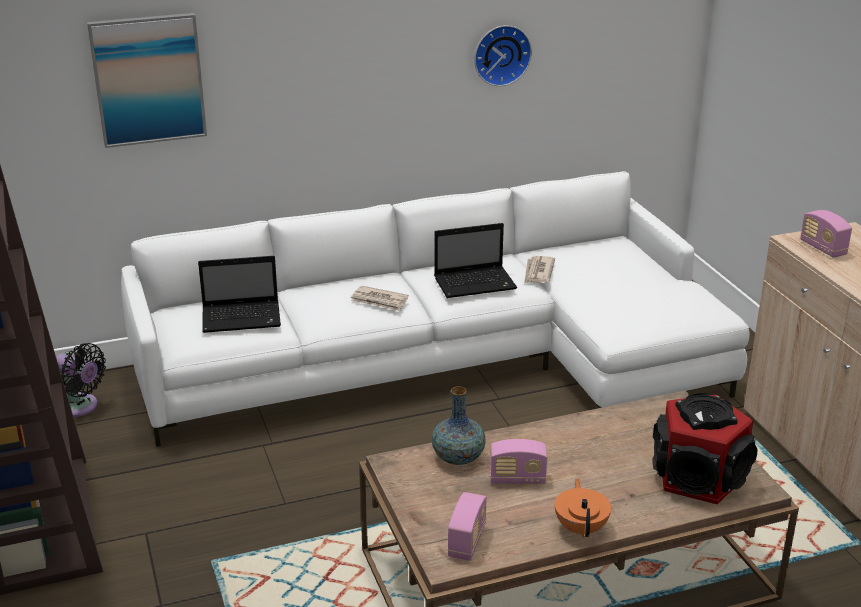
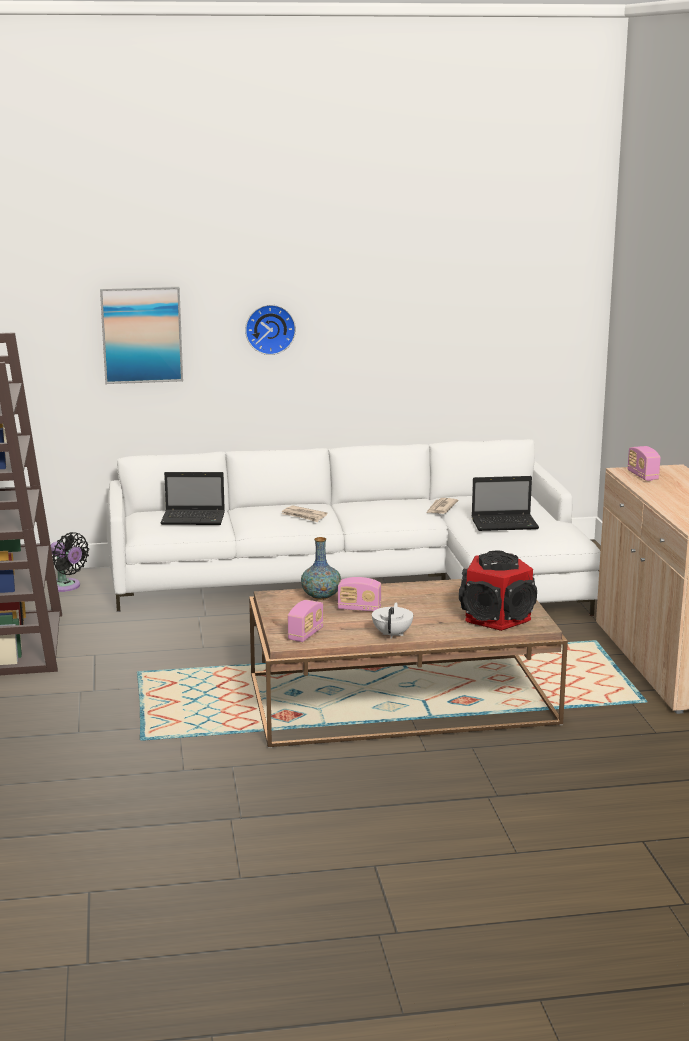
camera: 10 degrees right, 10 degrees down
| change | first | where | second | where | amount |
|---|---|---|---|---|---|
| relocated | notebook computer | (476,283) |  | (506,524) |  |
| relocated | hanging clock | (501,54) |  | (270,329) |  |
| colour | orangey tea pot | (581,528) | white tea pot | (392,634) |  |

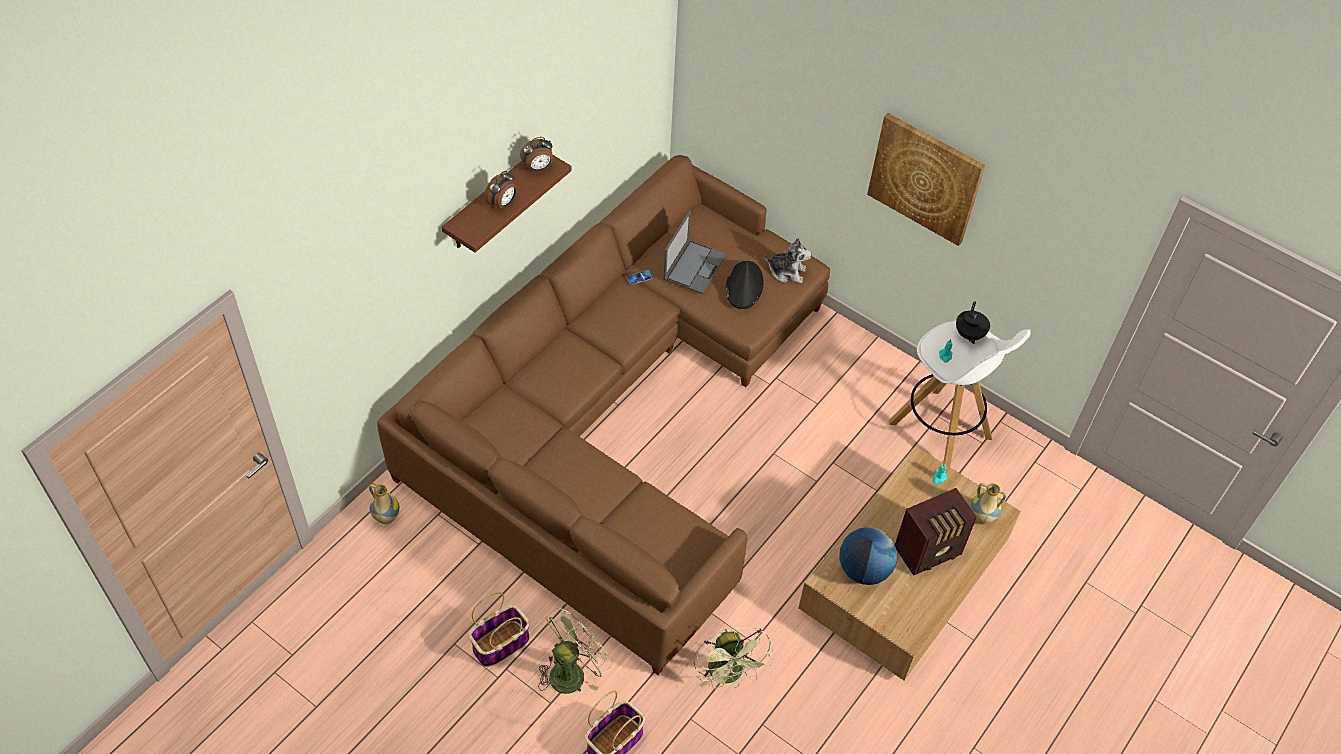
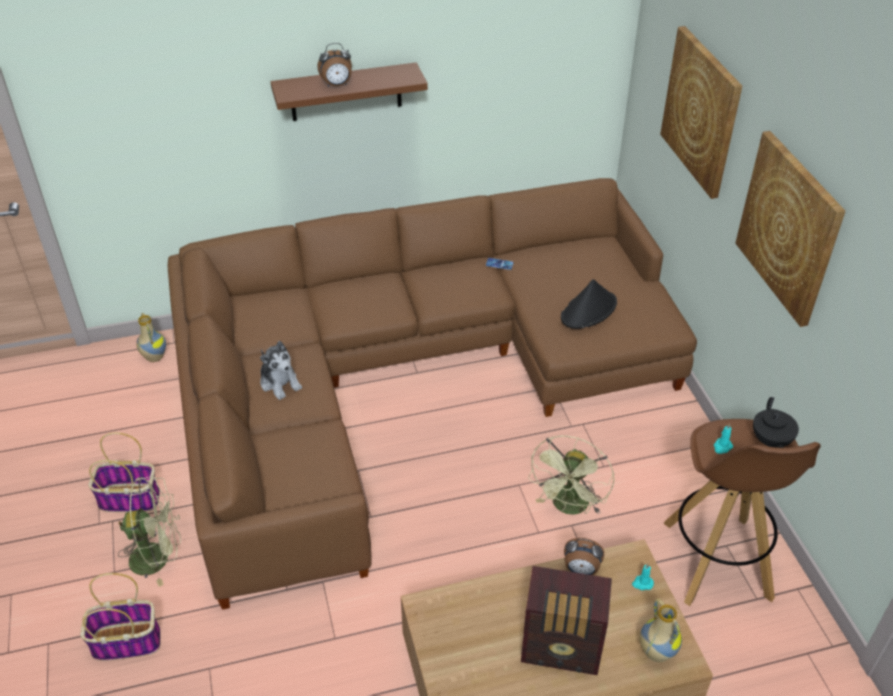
camera: 40 degrees right, 10 degrees down
| change | first | where | second | where | amount |
|---|---|---|---|---|---|
| missing | notebook computer | (694,266) |  |  |  |
| missing | world globe | (863,570) |  |  |  |
| appeared |  |  | picture | (701,111) |  |
| relocated | bedside clock | (538,168) |  | (581,570) |  |
| relocated | green fan | (729,675) |  | (569,507) |  |
| relocated | soft toy | (787,271) |  | (280,382) |  |
| colour | white sitting stool | (941,431) | brownish sitting stool | (717,561) |  |
| spun | black tea pot | (969,335) |  | (770,441) | 45 degrees counterclockwise |

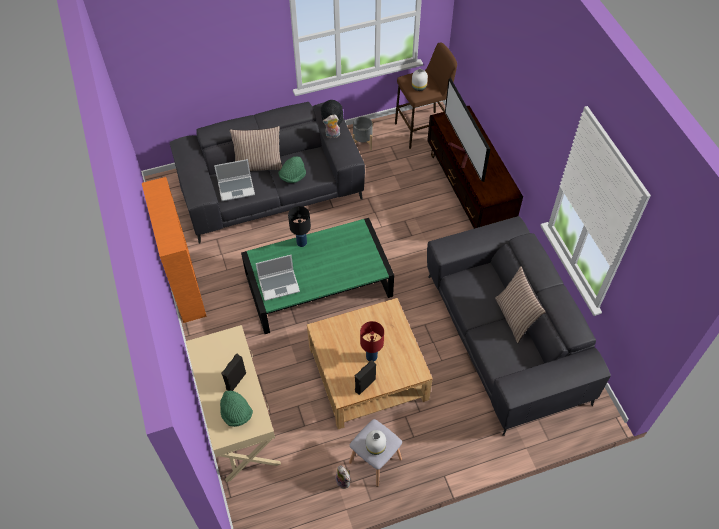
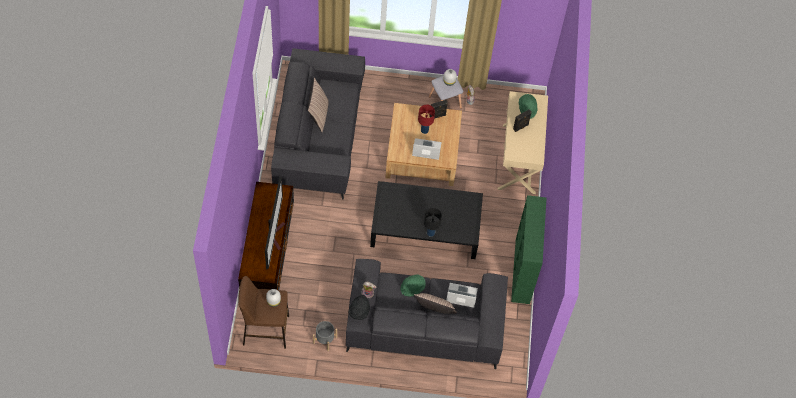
camera: 160 degrees left, 5 degrees up
| change | first | where | second | where | amount |
|---|---|---|---|---|---|
| relocated | notebook computer | (279,285) |  | (426,150) |  |
| colour | orangey bookshelf | (185,283) | green bookshelf | (522,272) |  |
| colour | green coffee table | (319,285) | black coffee table | (425,227) |  |

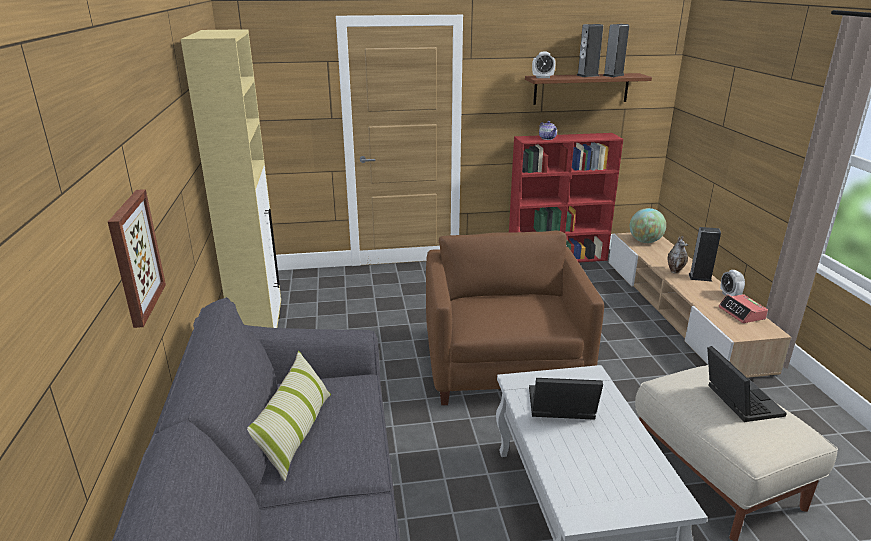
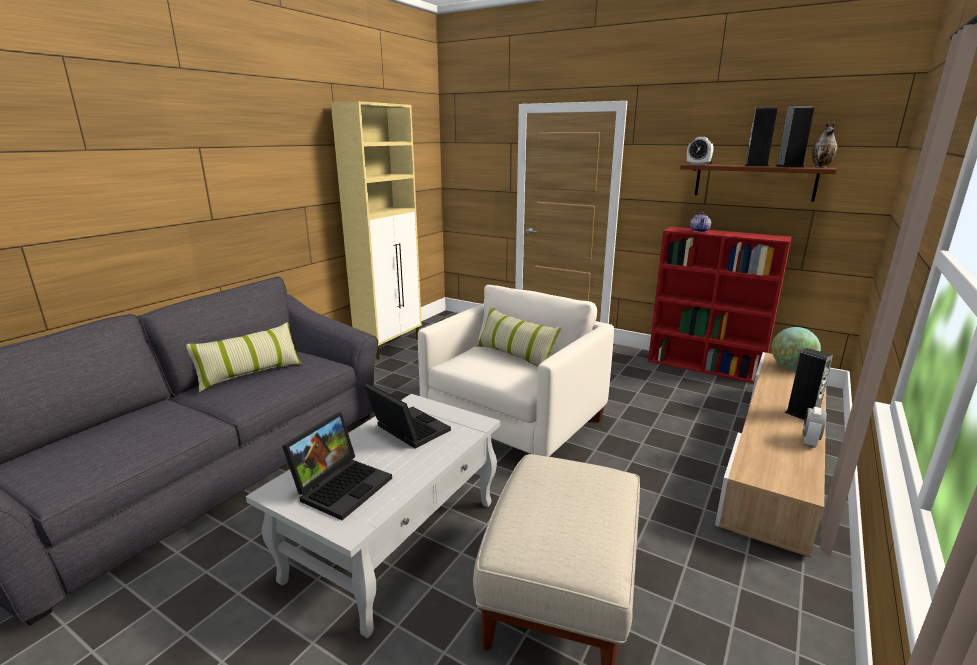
camera: 40 degrees right, 5 degrees down
| change | first | where | second | where | amount |
|---|---|---|---|---|---|
| missing | picture | (134,256) |  |  |  |
| missing | bedside clock | (742,313) |  |  |  |
| appeared |  |  | pillow | (515,355) |  |
| relocated | flower vase | (675,271) |  | (821,167) |  |
| relocated | notebook computer | (737,400) |  | (342,485) |  |
| colour | brownish armchair | (503,366) | white armchair | (514,423) |  |

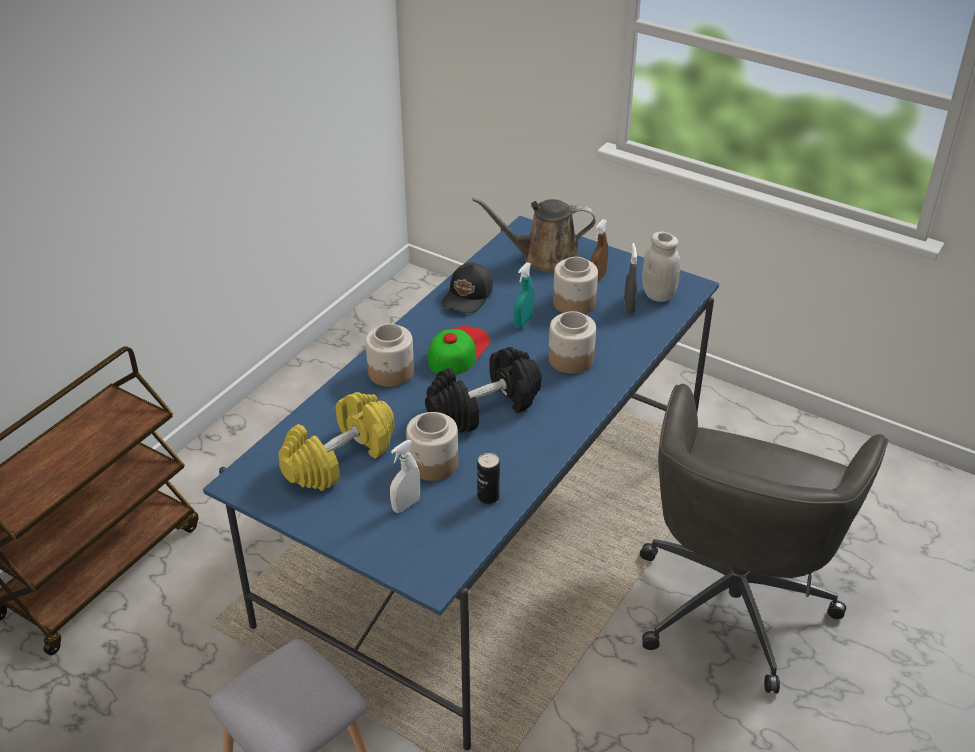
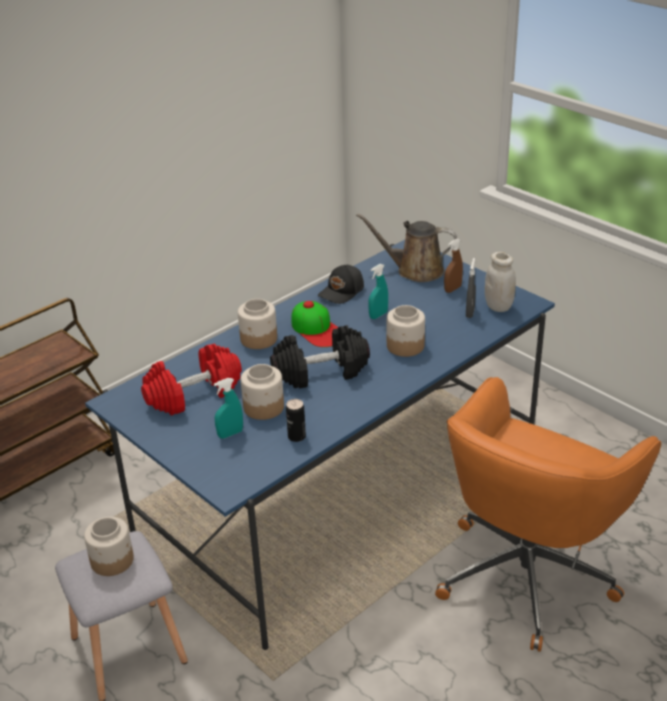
camera: 15 degrees right, 5 degrees down
| change | first | where | second | where | amount |
|---|---|---|---|---|---|
| relocated | jar | (574,303) |  | (112,560) |  |
| colour | yellowish hand weight | (339,458) | reddish hand weight | (194,394) |  |
| colour | white sprayer | (406,505) | turquoise-coloured sprayer | (230,434) |  |
| colour | gray computer chair | (734,600) | orangey computer chair | (528,572) |  |
| spun | peaked cap | (458,350) |  | (317,329) | 105 degrees clockwise |

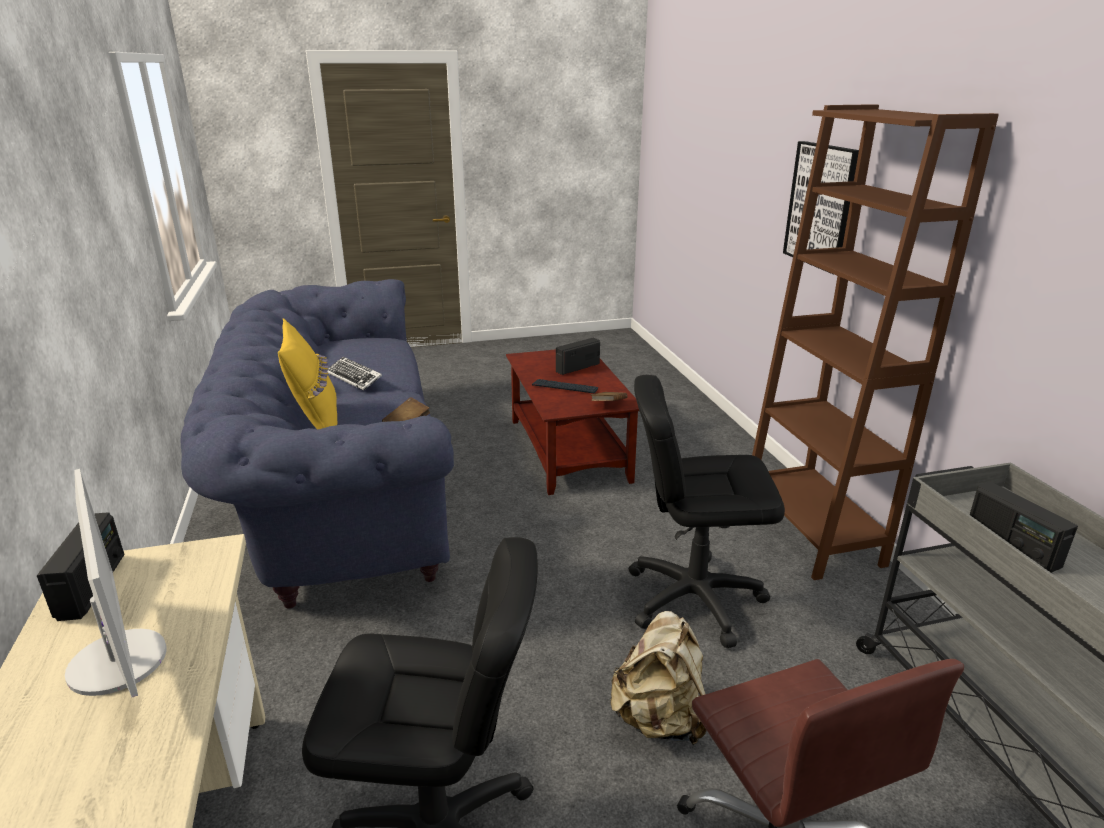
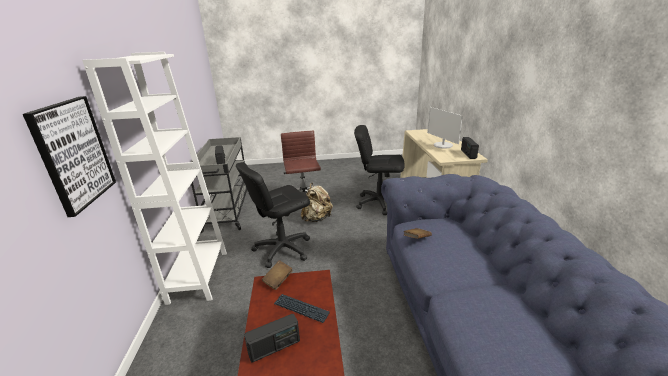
camera: 170 degrees left, 0 degrees up
| change | first | where | second | where | amount |
|---|---|---|---|---|---|
| missing | yellowish pillow | (316,426) |  |  |  |
| missing | PC keyboard | (354,377) |  |  |  |
| colour | brownish bookshelf | (810,532) | white bookshelf | (198,276) |  |
| spun | black computer chair | (693,598) |  | (282,249) | 135 degrees clockwise |

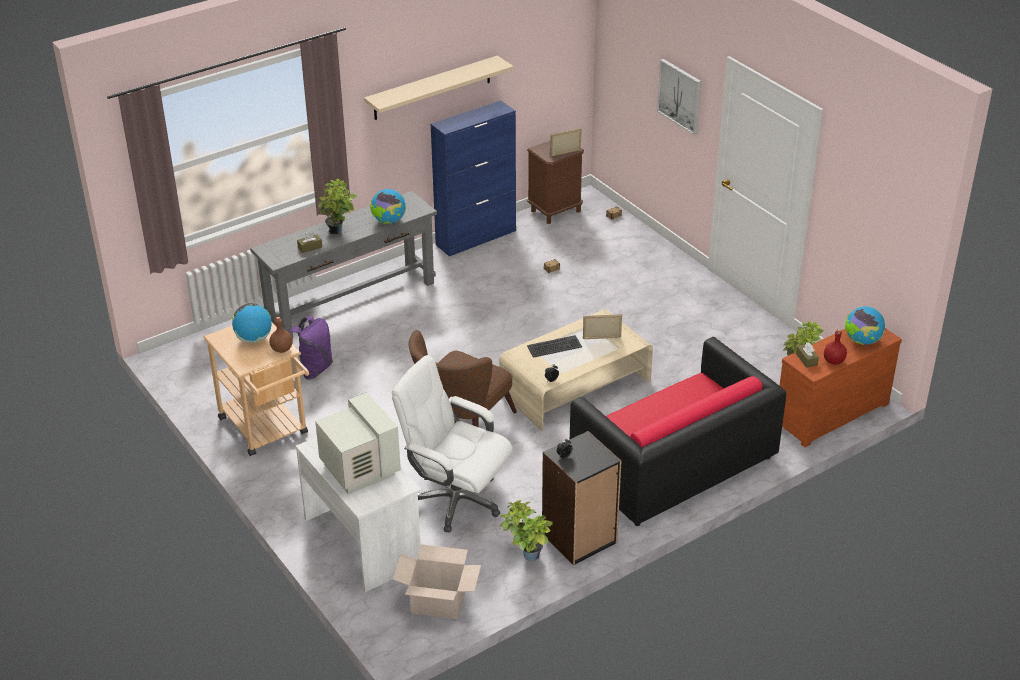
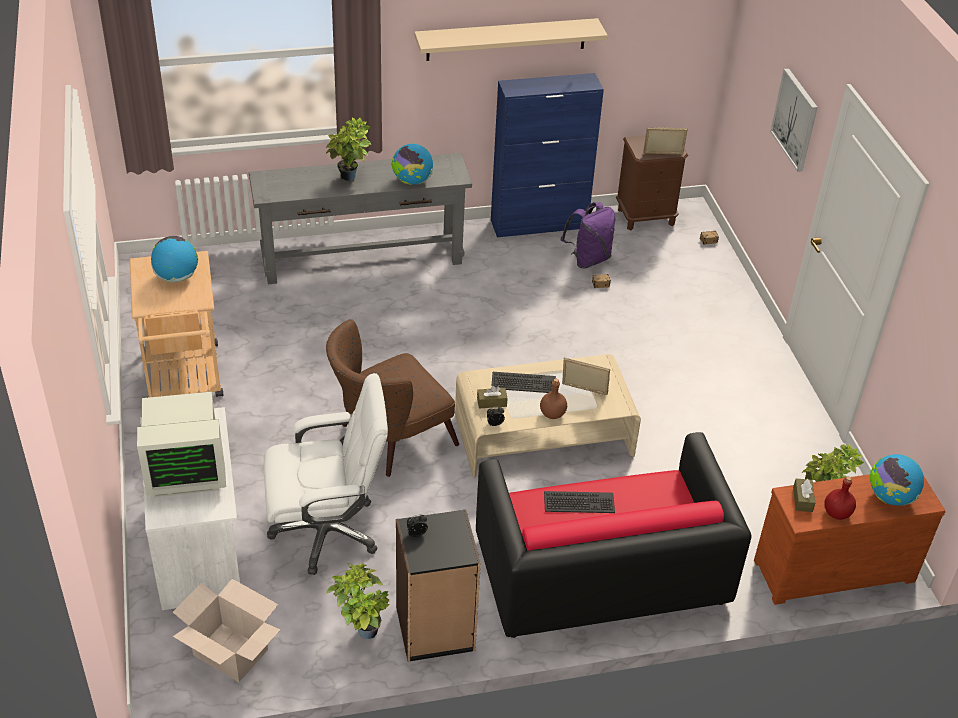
camera: 20 degrees right, 5 degrees up
| change | first | where | second | where | amount |
|---|---|---|---|---|---|
| appeared |  |  | PC keyboard | (579,503) |  |
| relocated | brownish beverage bottle | (281,349) |  | (552,413) |  |
| relocated | purplish rucksack | (312,369) |  | (588,259) |  |
| relocated | brownish box of tissues | (310,247) |  | (491,402) |  |
| spun | computer screen | (358,470) |  | (185,470) | 90 degrees clockwise |
| spun | white computer chair | (455,500) |  | (327,531) | 120 degrees clockwise |

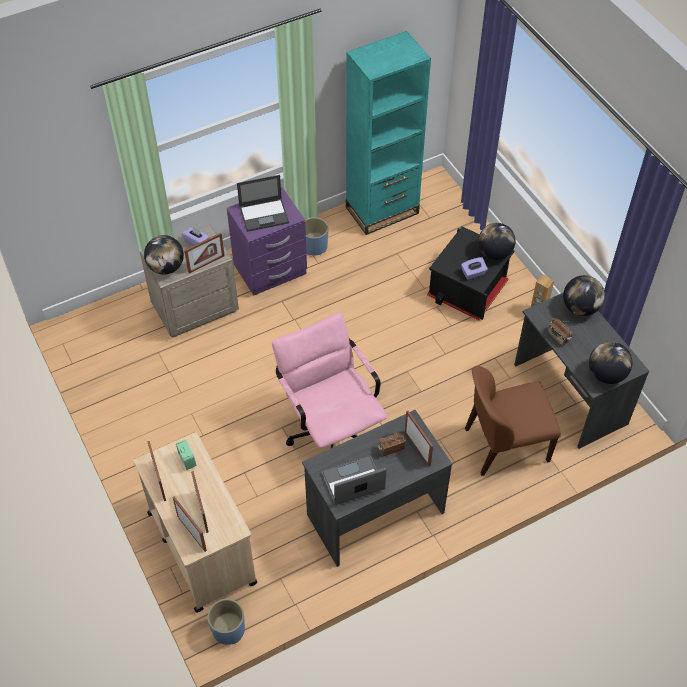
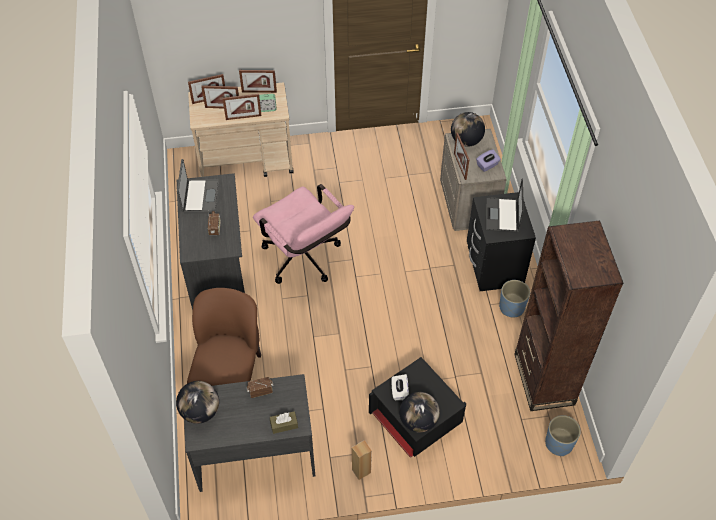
camera: 110 degrees right, 0 degrees up
| change | first | where | second | where | amount |
|---|---|---|---|---|---|
| relocated | blue flower pot | (229,629) |  | (559,443) |  |
| relocated | picture frame | (417,448) |  | (243,117) |  |
| exchanged | world globe | (580,308) | brownish box of tissues | (284,425) |  |
| colour | purplish bedside table | (270,270) | black bedside table | (493,266) |  |
| colour | turquoise-coloured bookshelf | (382,210) | brownish bookshelf | (544,379) |  |
| colour | purplish box of tissues | (473,273) | white box of tissues | (399,391) |  |
| spun | pink computer chair | (330,430) |  | (305,261) | 60 degrees clockwise |

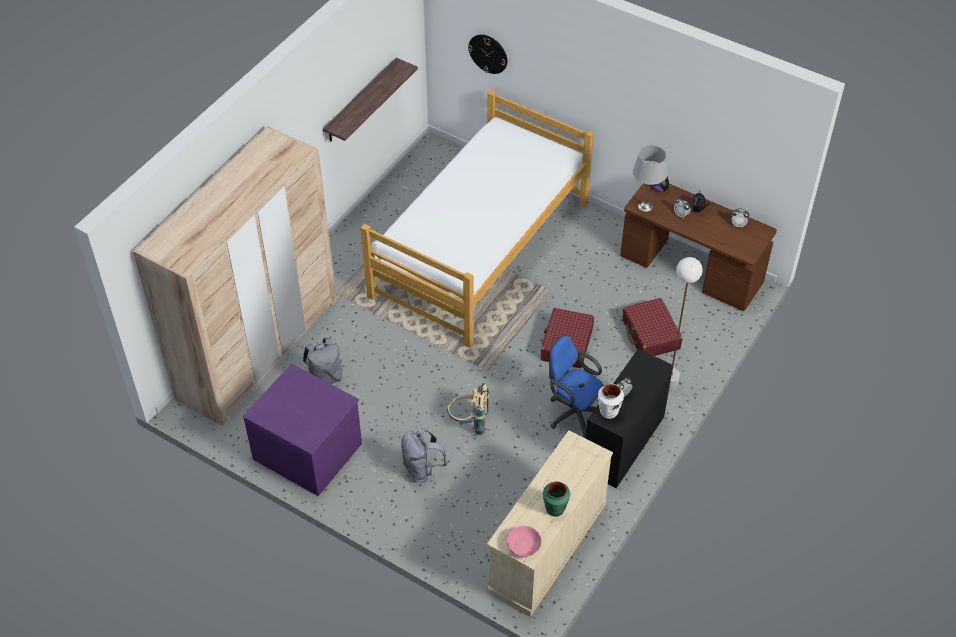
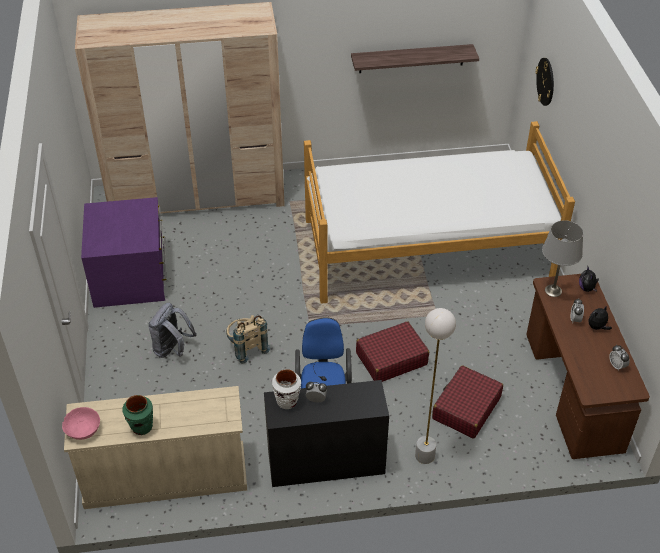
camera: 50 degrees right, 5 degrees down
| change | first | where | second | where | amount |
|---|---|---|---|---|---|
| missing | gray rucksack | (325,377) |  |  |  |

